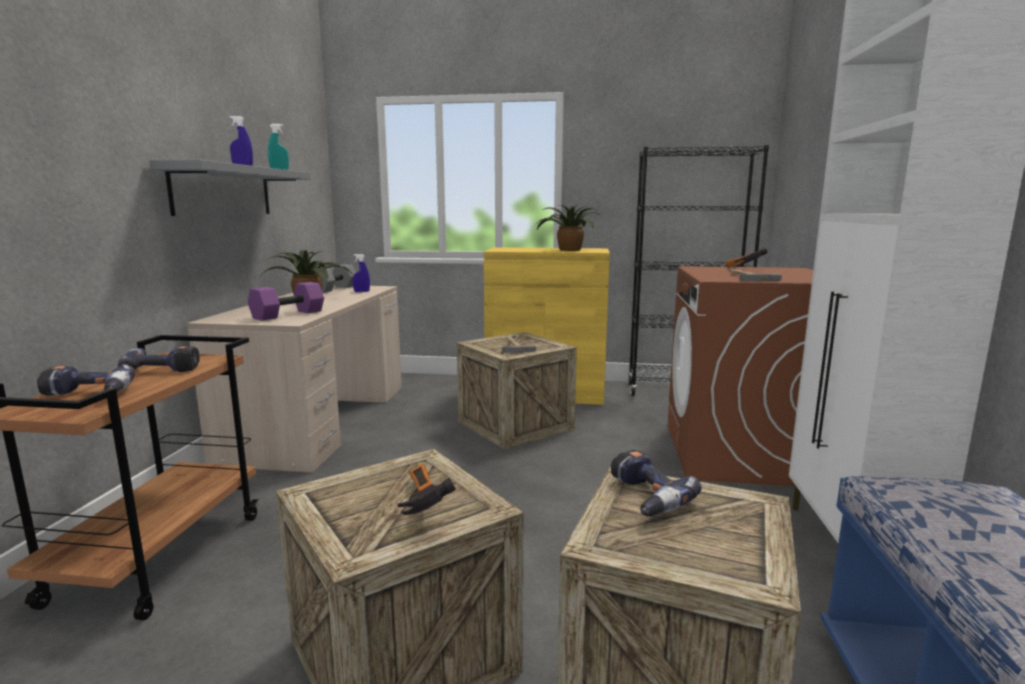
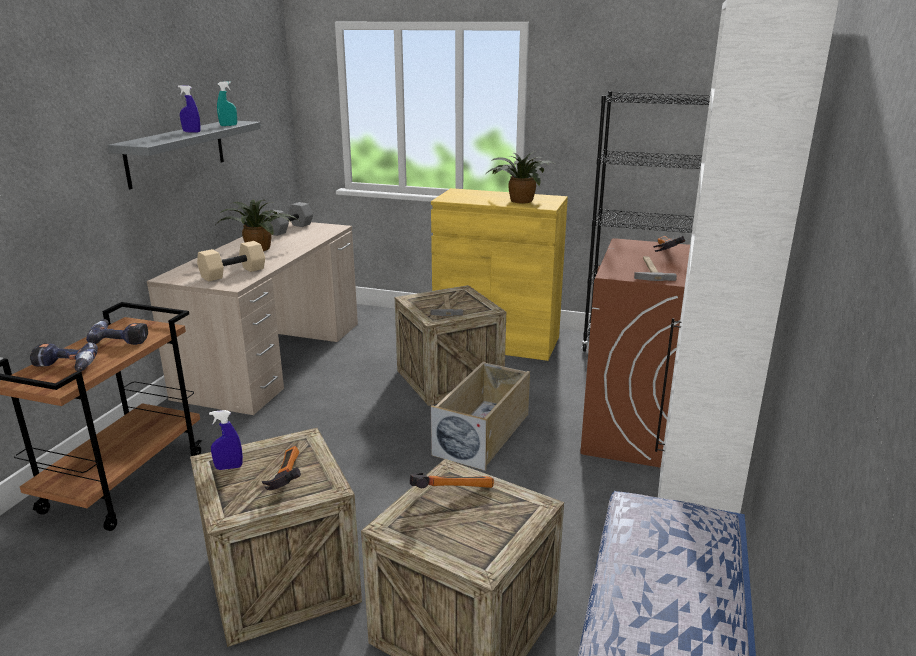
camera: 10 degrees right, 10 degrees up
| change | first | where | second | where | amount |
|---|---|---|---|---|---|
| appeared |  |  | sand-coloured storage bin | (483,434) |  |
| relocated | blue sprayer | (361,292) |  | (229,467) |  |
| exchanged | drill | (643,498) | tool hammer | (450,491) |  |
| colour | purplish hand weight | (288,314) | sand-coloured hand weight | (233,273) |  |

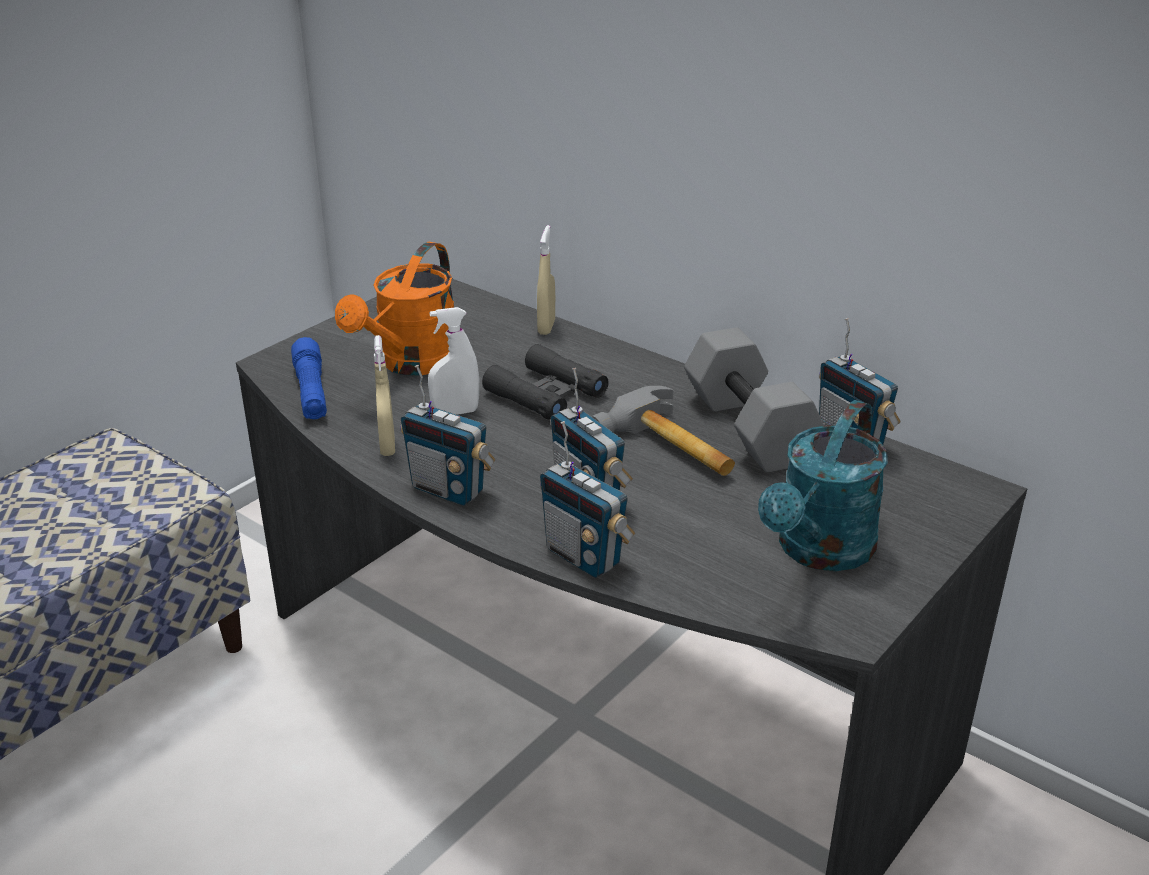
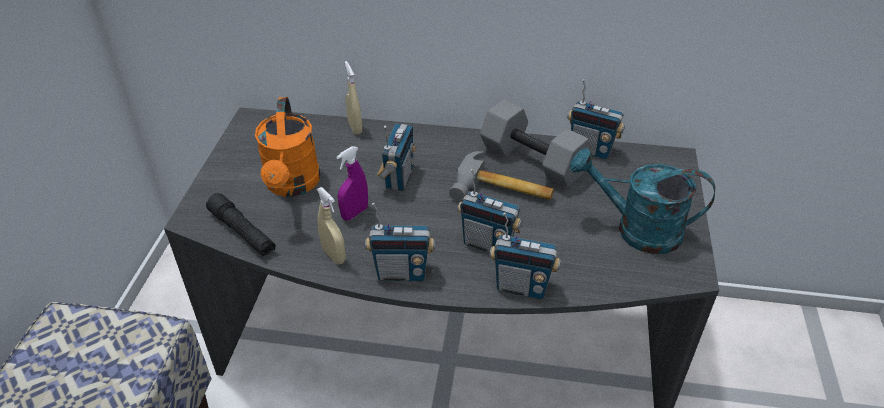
camera: 30 degrees left, 10 degrees up
| change | first | where | second | where | amount |
|---|---|---|---|---|---|
| exchanged | black field glasses | (546,394) | radio set | (398,178) |  |
| colour | blue flashlight | (311,391) | black flashlight | (242,232) |  |
| colour | white sprayer | (455,412) | purplish sprayer | (354,213) |  |
| spun | turquoise-coloured sprinkling can | (819,552) |  | (636,230) | 105 degrees clockwise |

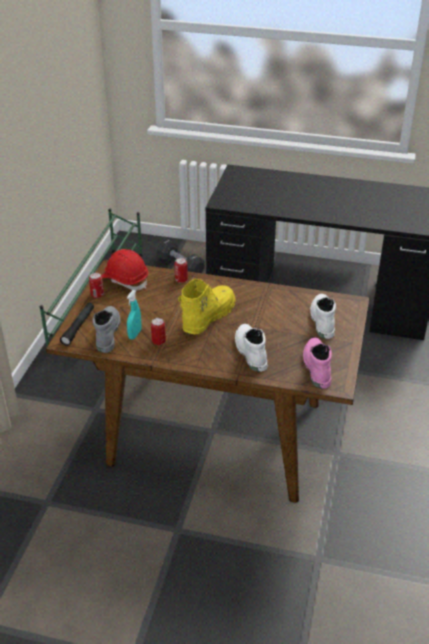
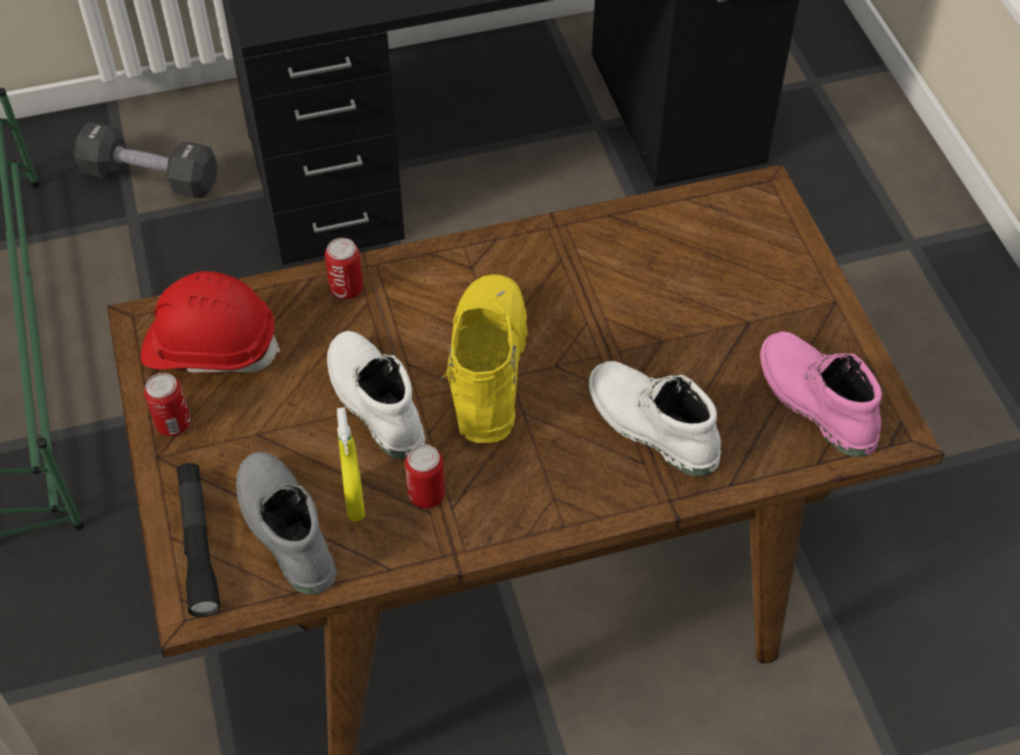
camera: 30 degrees left, 15 degrees up
| change | first | where | second | where | amount |
|---|---|---|---|---|---|
| relocated | white tall boot | (321,320) |  | (373,402) |  |
| colour | turquoise-coloured sprayer | (135,334) | yellowish sprayer | (354,501) |  |

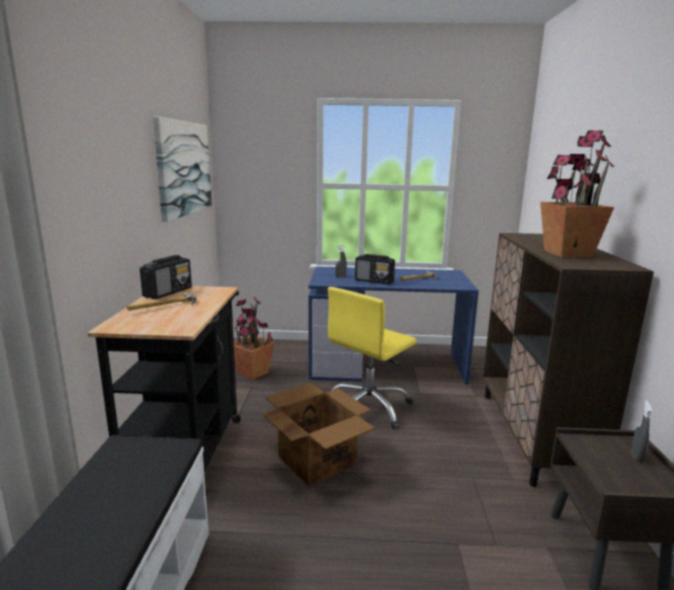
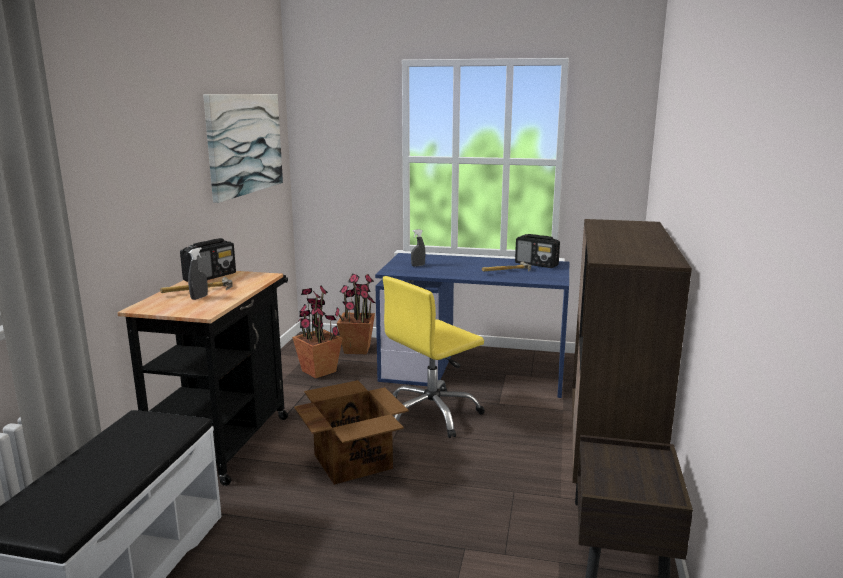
camera: 10 degrees right, 0 degrees up
| change | first | where | second | where | amount |
|---|---|---|---|---|---|
| relocated | radio set | (374,281) |  | (537,264) |  |
| relocated | houseplant | (567,253) |  | (357,349) |  |
| relocated | gray sprayer | (636,456) |  | (199,297) |  |

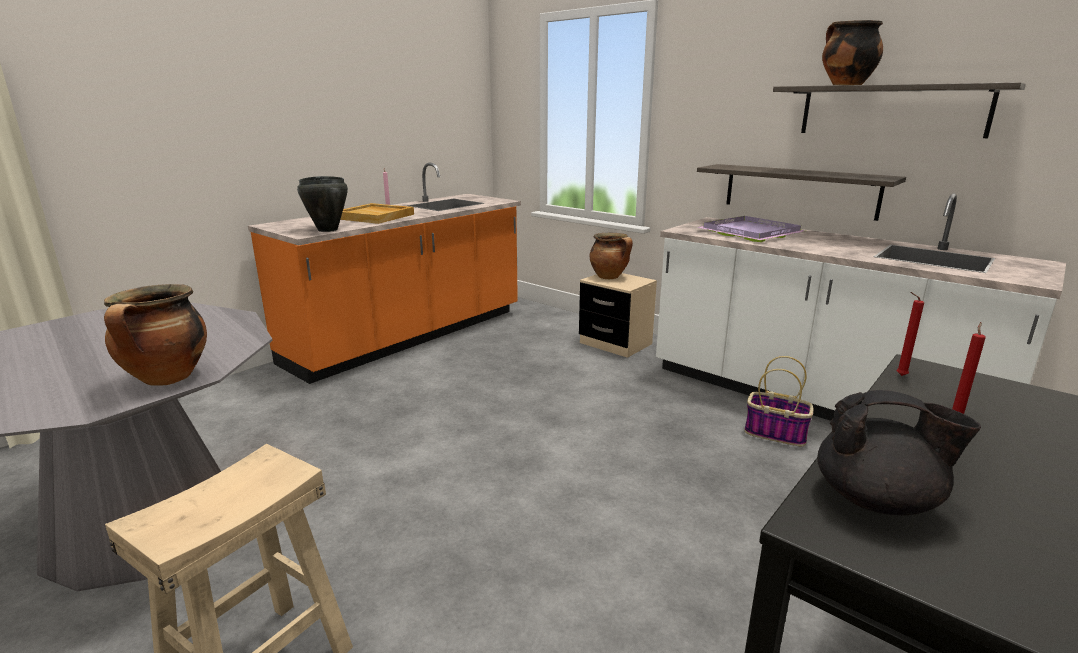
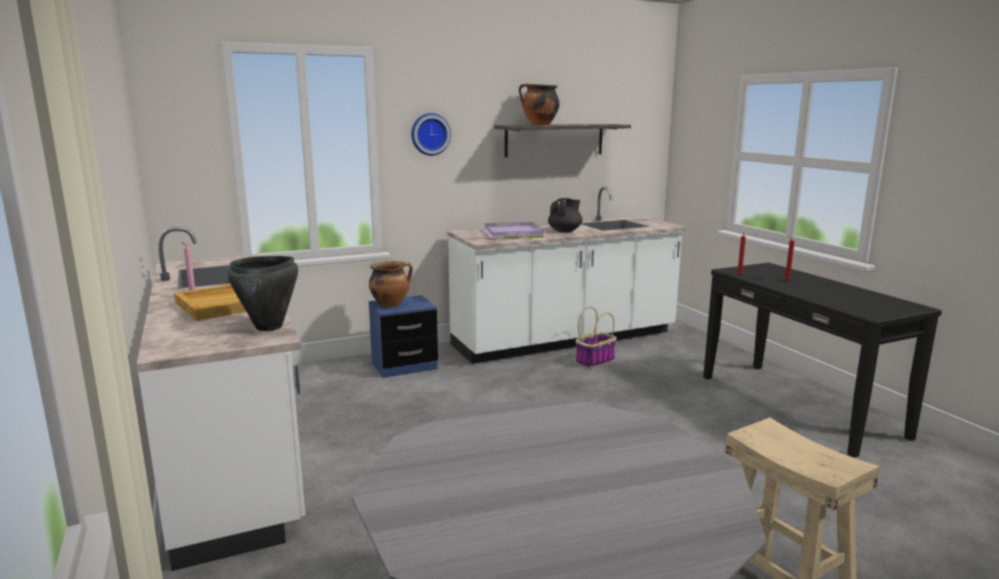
camera: 65 degrees left, 5 degrees down
| change | first | where | second | where | amount |
|---|---|---|---|---|---|
| missing | cooking pot | (167,379) |  |  |  |
| missing | bracket shelf | (799,191) |  |  |  |
| appeared |  |  | hanging clock | (430,134) |  |
| relocated | black tea pot | (877,500) |  | (565,231) |  |
| colour | orangey kitchen counter | (409,337) | white kitchen counter | (233,456) |  |
| colour | sand-coloured bedside table | (615,343) | blue bedside table | (404,366) |  |

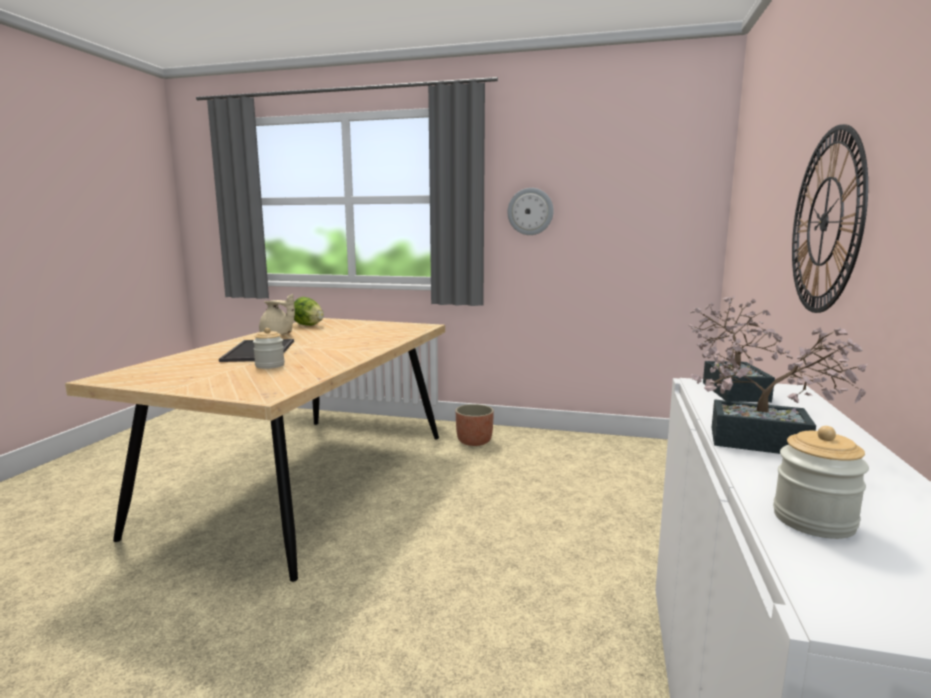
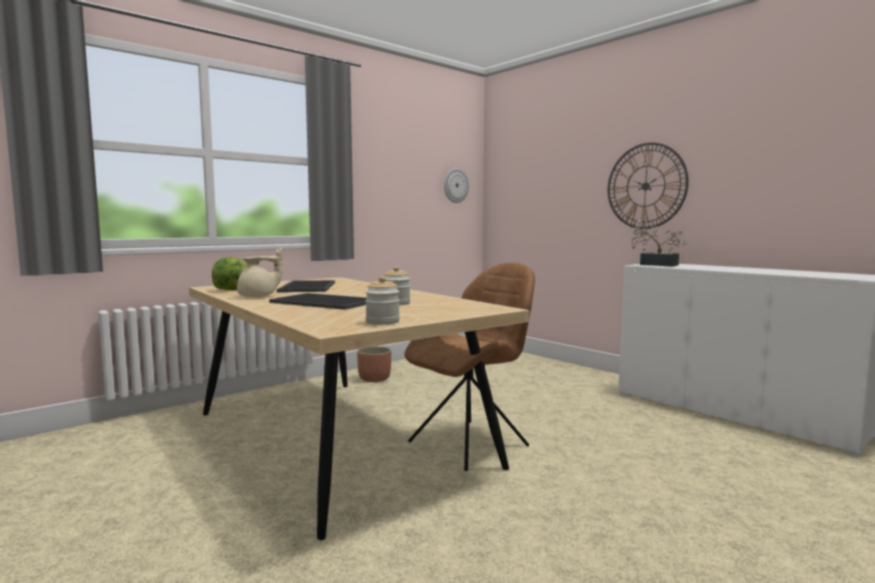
camera: 55 degrees left, 5 degrees down
| change | first | where | second | where | amount |
|---|---|---|---|---|---|
| missing | houseplant | (771,443) |  |  |  |
| appeared |  |  | carrying tray | (306,287) |  |
| appeared |  |  | brownish plain chair | (471,443) |  |
| relocated | hanging clock | (530,211) |  | (455,185) |  |
| relocated | jar | (813,520) |  | (382,322) |  |

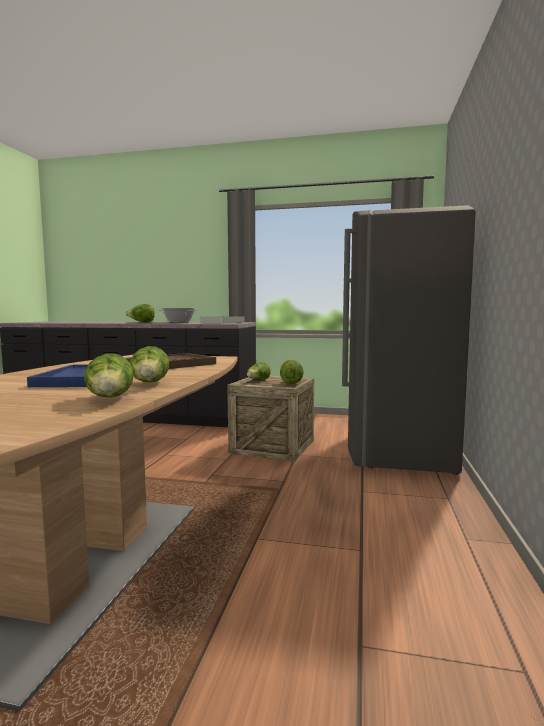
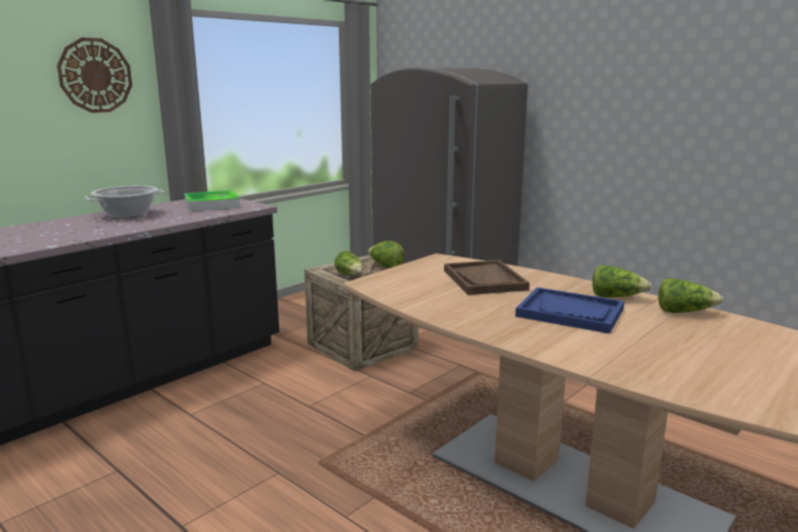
camera: 60 degrees left, 10 degrees up
| change | first | where | second | where | amount |
|---|---|---|---|---|---|
| missing | lettuce head | (142,322) |  |  |  |
| appeared |  |  | hanging clock | (95,75) |  |

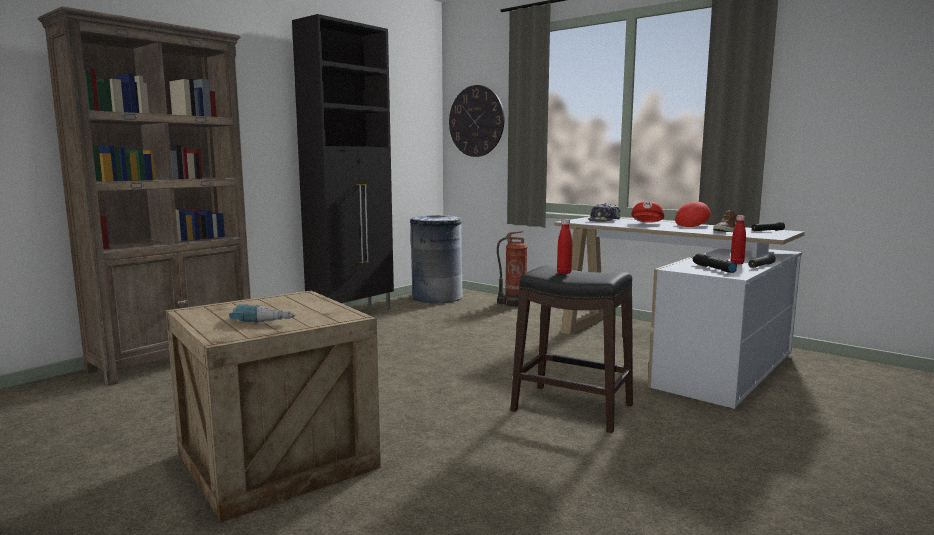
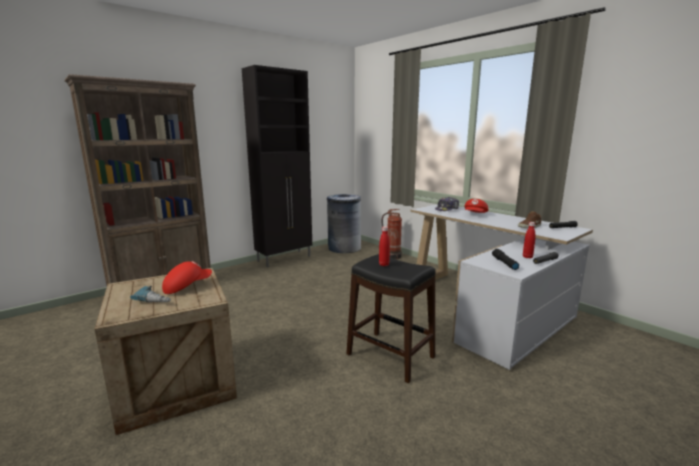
camera: 10 degrees right, 5 degrees up
| change | first | where | second | where | amount |
|---|---|---|---|---|---|
| missing | hanging clock | (476,121) |  |  |  |
| relocated | reddish peaked cap | (692,225) |  | (187,287) |  |

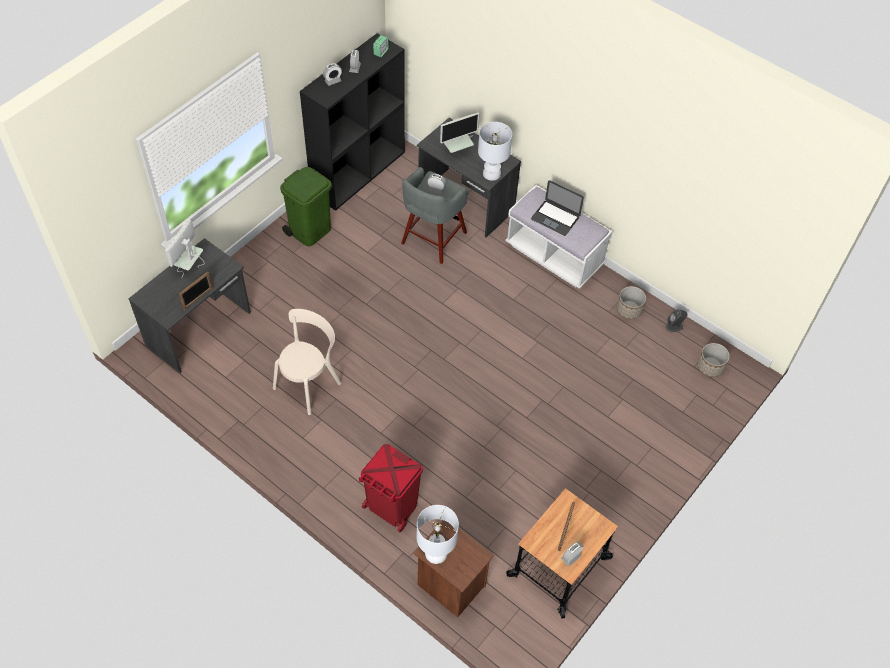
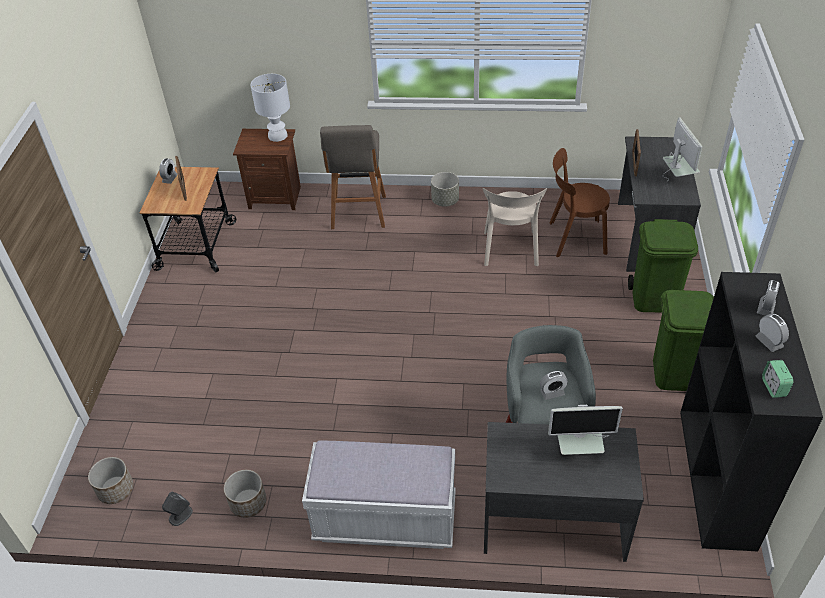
camera: 150 degrees right, 10 degrees down
| change | first | where | second | where | amount |
|---|---|---|---|---|---|
| missing | white lamp for a table | (492,173) |  |  |  |
| missing | notebook computer | (555,218) |  |  |  |
| appeared |  |  | gray flower pot | (445,201) |  |
| appeared |  |  | brownish plain chair | (574,238) |  |
| appeared |  |  | green trash can | (655,299) |  |
| exchanged | reddish trash can | (391,508) | gray sitting stool | (358,214) |  |
| spun | computer screen | (457,151) |  | (578,451) | 120 degrees counterclockwise |

